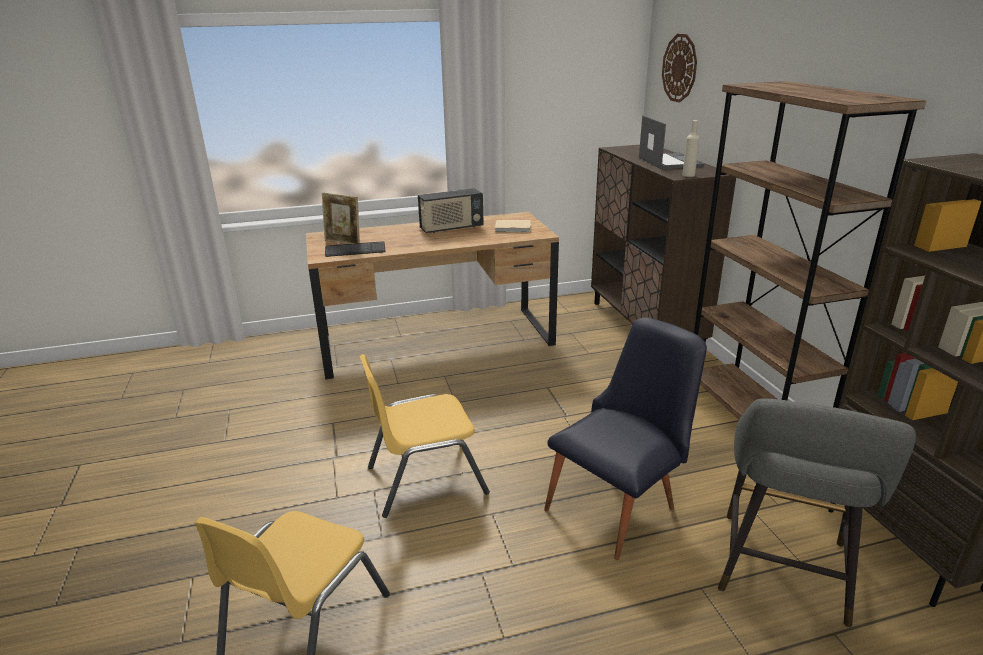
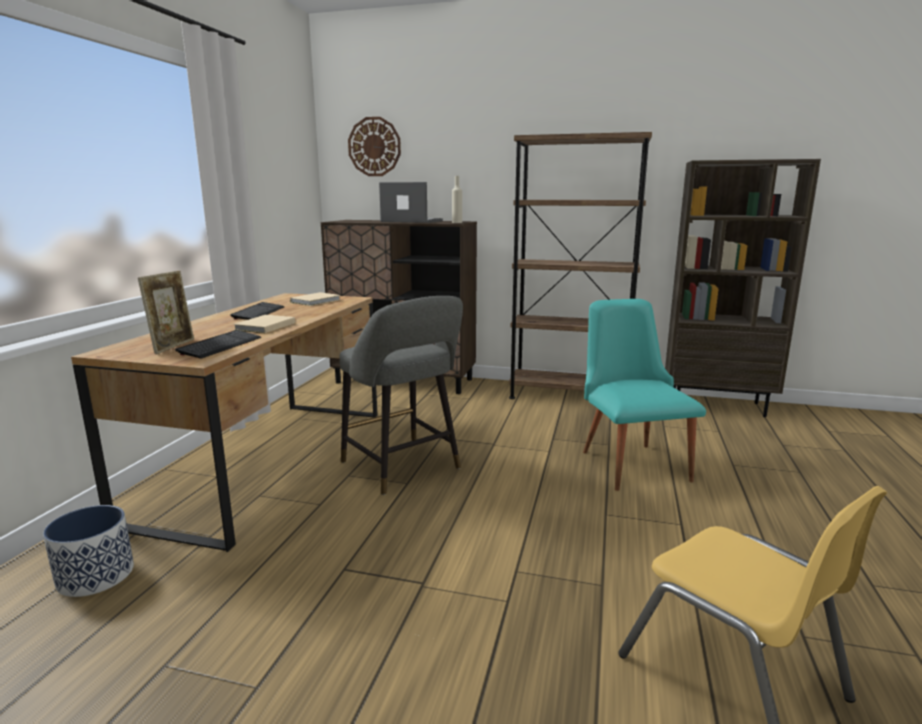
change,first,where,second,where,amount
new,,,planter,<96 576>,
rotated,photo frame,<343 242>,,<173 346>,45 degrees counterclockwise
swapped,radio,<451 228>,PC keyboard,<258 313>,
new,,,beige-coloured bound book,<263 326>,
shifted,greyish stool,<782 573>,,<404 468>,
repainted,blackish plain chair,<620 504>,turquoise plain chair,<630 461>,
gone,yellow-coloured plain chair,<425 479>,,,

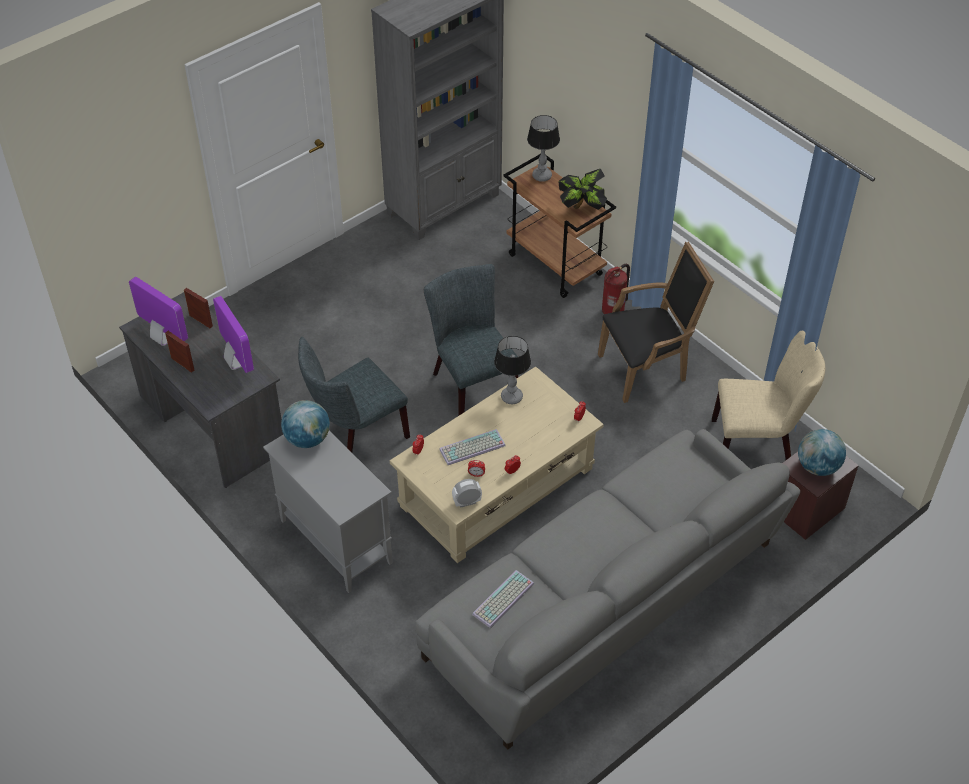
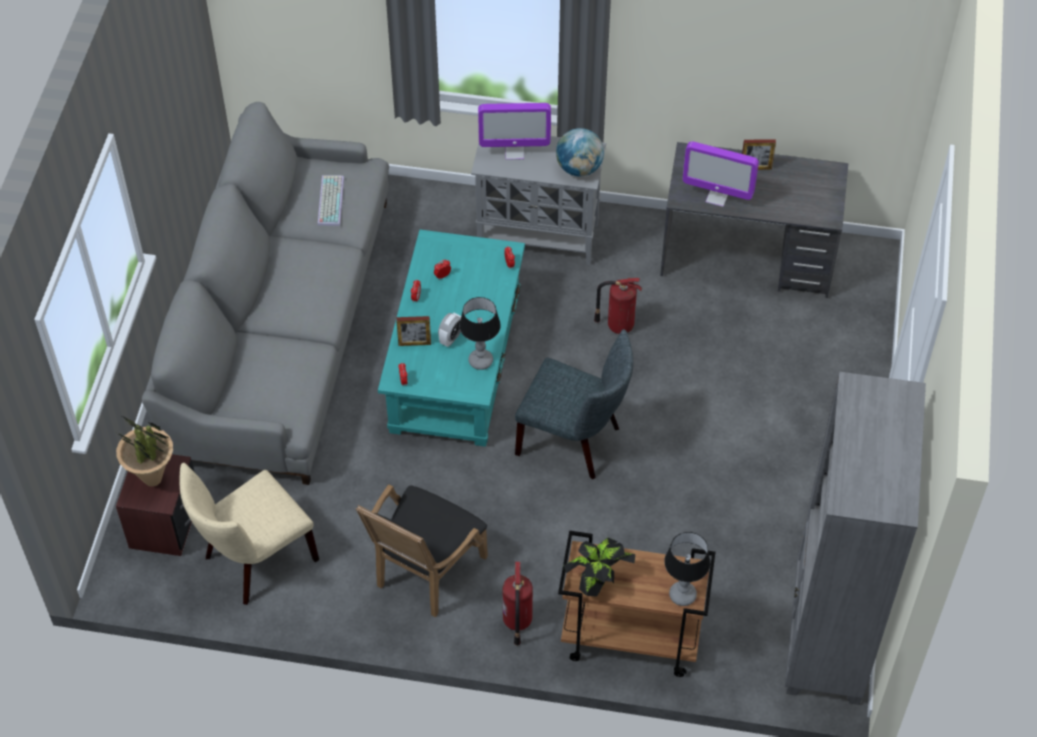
change,first,where,second,where,amount
swapped,world globe,<817 466>,plant in a pot,<153 479>,
repainted,beige-coloured lounge table,<496 487>,turquoise lounge table,<456 361>,
shifted,photo frame,<201 321>,,<414 343>,
shifted,alarm clock,<467 502>,,<451 338>,
shifted,computer screen,<163 338>,,<514 152>,
swapped,greyish plain chair,<356 437>,extinguisher,<618 325>,
gone,PC keyboard,<472 449>,,,

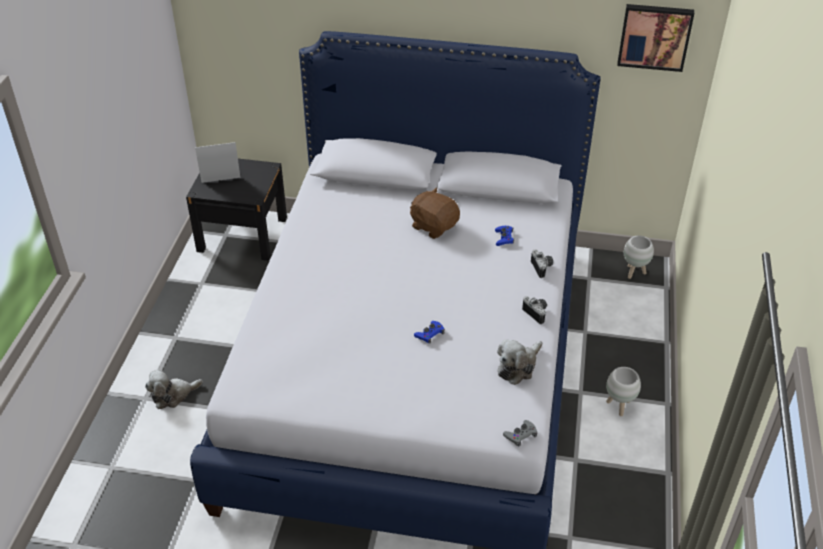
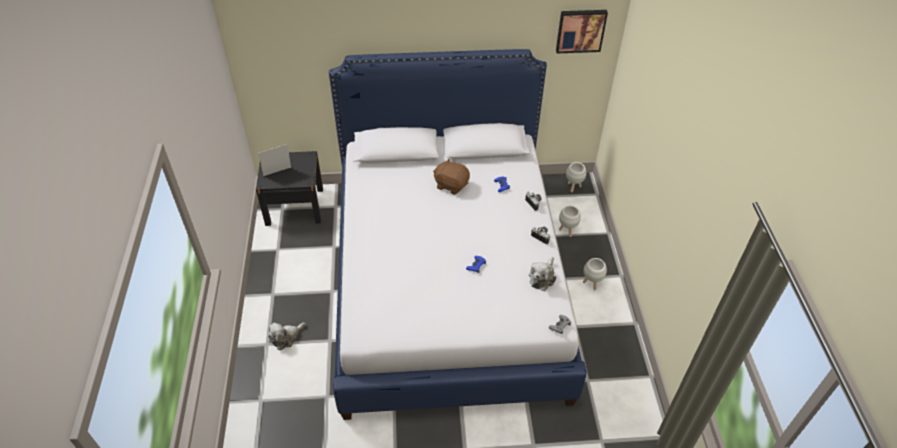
change,first,where,second,where,amount
new,,,white-coloured planter,<567 231>,

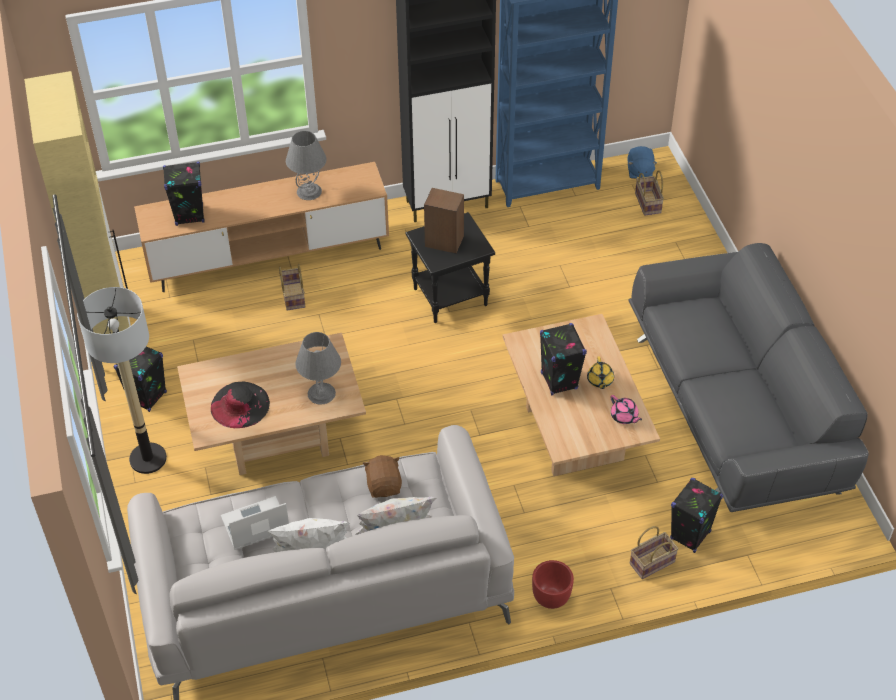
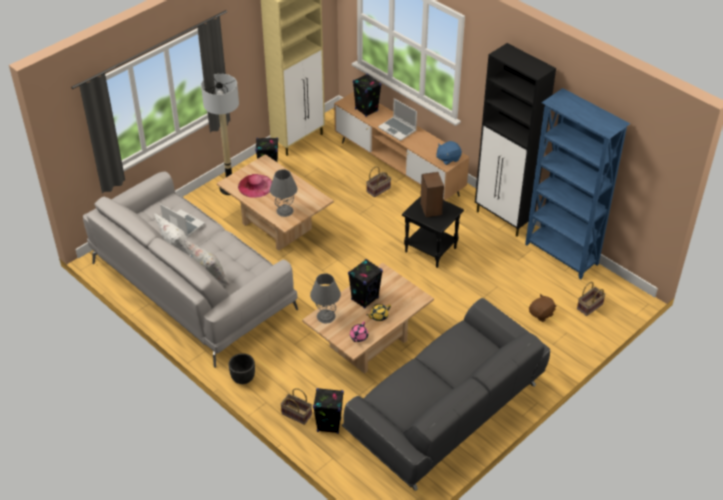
change,first,where,second,where,amount
repainted,red planter,<551 598>,blackish planter,<242 378>,
repainted,blackish clothing hat,<240 405>,pinkish clothing hat,<255 186>,
shifted,greyish table lamp,<309 191>,,<325 316>,
new,,,notebook computer,<398 129>,
shifted,bluish soft toy,<639 171>,,<448 158>,
shifted,brown soft toy,<384 485>,,<541 314>,

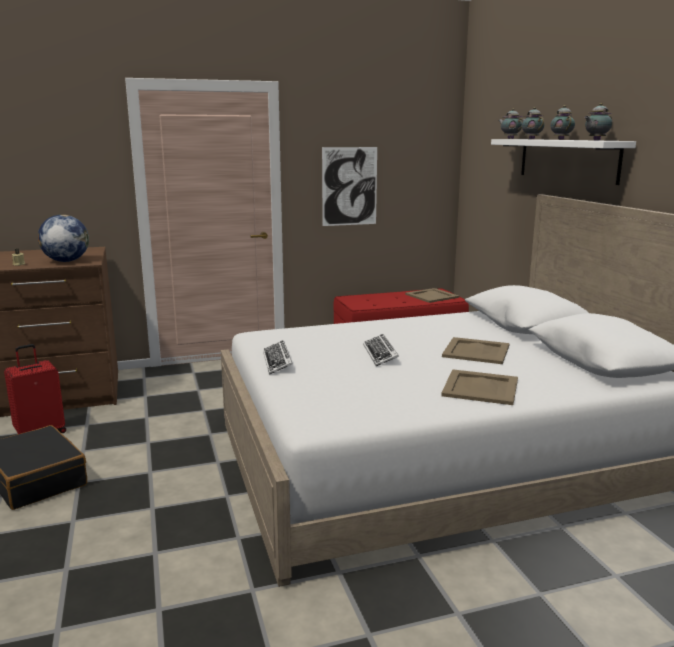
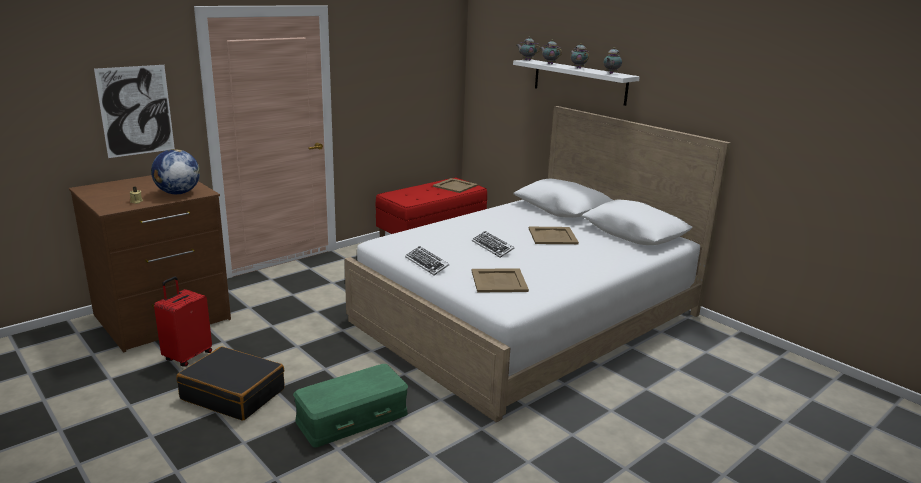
change,first,where,second,where,amount
shifted,wall picture,<349 186>,,<136 111>,
new,,,green-coloured storage bin,<352 418>,
shifted,beige-coloured carrying tray,<481 388>,,<499 281>,

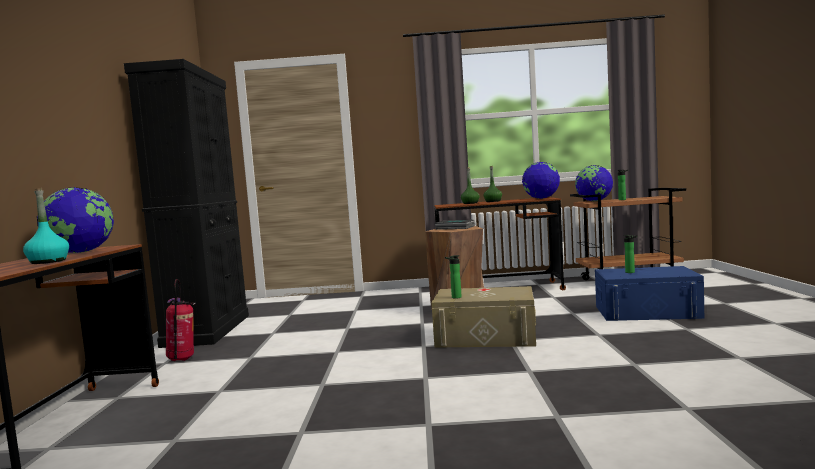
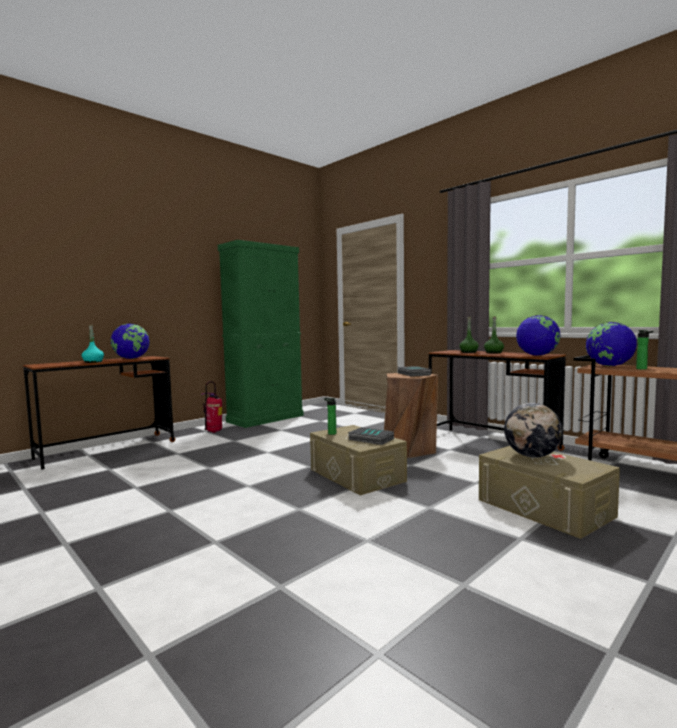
change,first,where,second,where,amount
repainted,blackish storage cabinet,<208 330>,green-coloured storage cabinet,<266 418>,
new,,,bound book,<370 439>,
repainted,bluish storage bin,<646 312>,beige-coloured storage bin,<544 508>,
swapped,bottle,<631 272>,world globe,<532 456>,

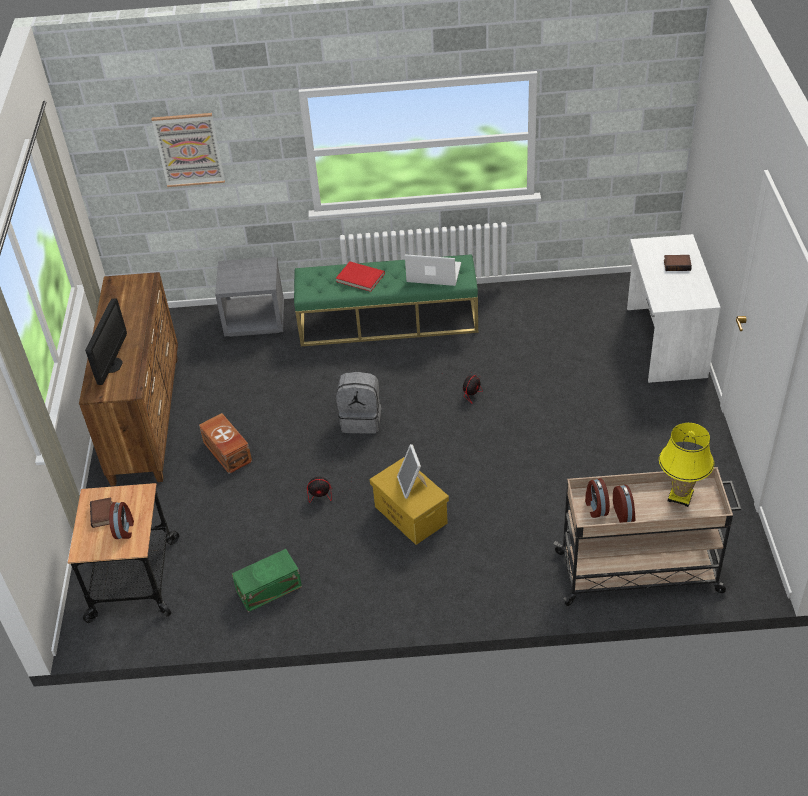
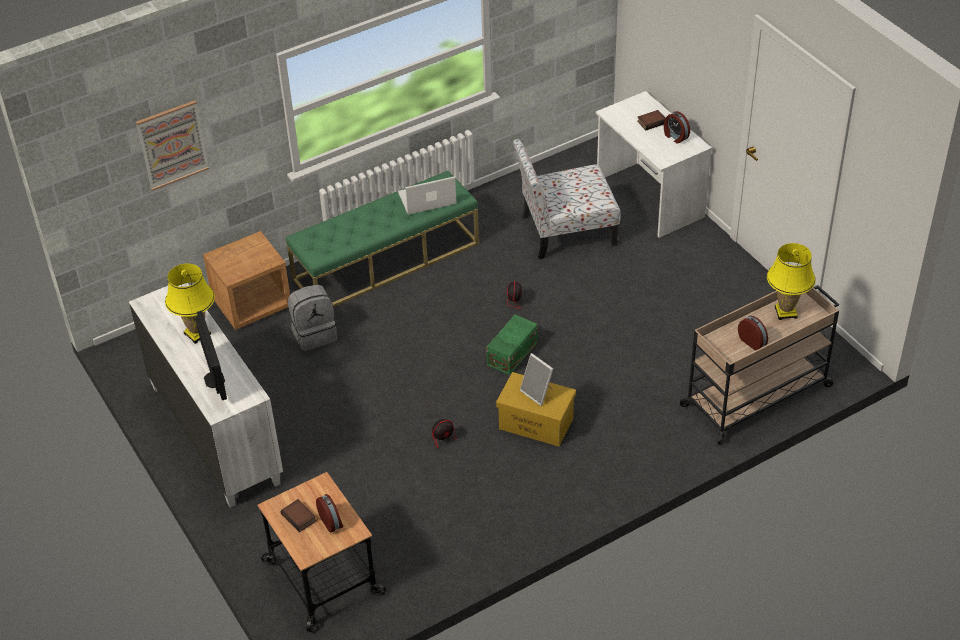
change,first,where,second,where,amount
repainted,brown drawer chest,<147 418>,white-coloured drawer chest,<215 433>,
new,,,yellow-coloured table lamp,<197 334>,
repainted,greyish night table,<255 320>,brown night table,<252 304>,
shifted,greyish backpack,<361 420>,,<314 334>,
shifted,green-coloured storage bin,<267 588>,,<511 354>,
new,,,plain chair,<565 231>,
shifted,alarm clock,<595 507>,,<675 137>,
gone,brown storage bin,<227 453>,,,
gone,red bound book,<360 278>,,,

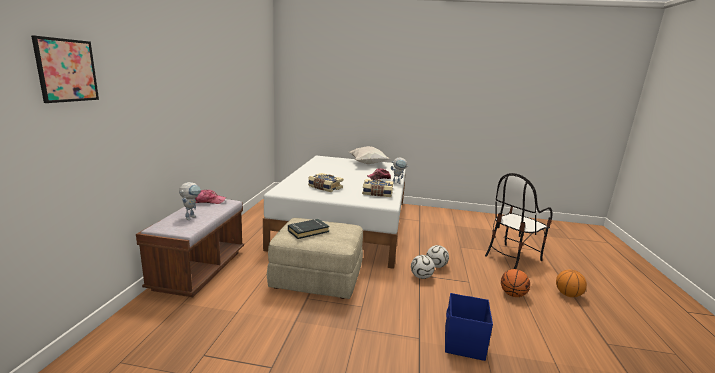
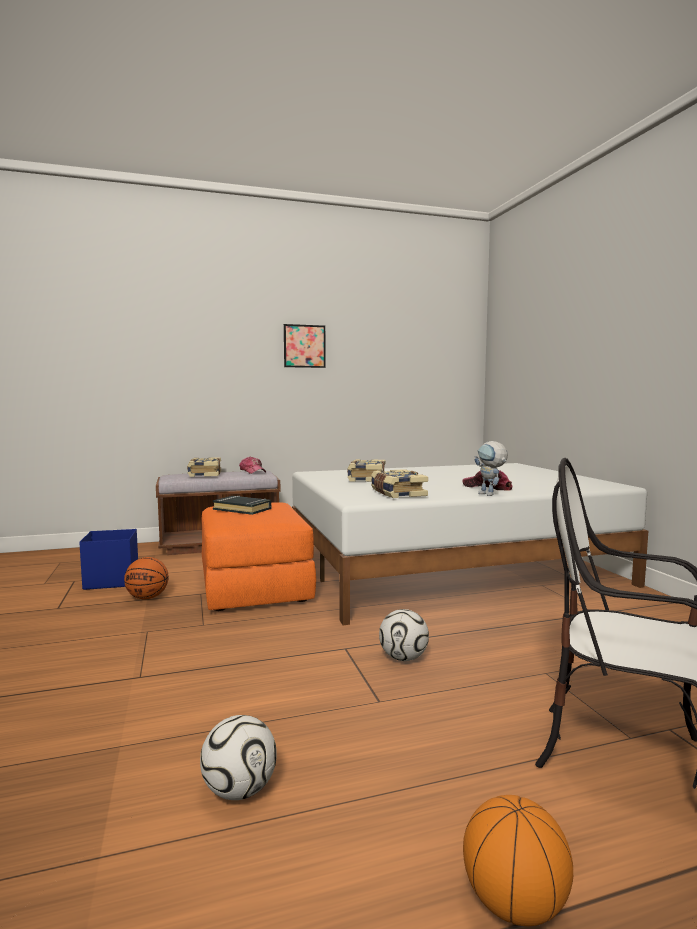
change,first,where,second,where,amount
shifted,bluish storage bin,<463 343>,,<111 581>,
shifted,ball for basketball,<512 294>,,<147 597>,
swapped,robot figure,<191 216>,bound book,<204 474>,
shifted,ball for football,<421 277>,,<239 790>,
repainted,beige-coloured pouffe,<318 278>,orange-coloured pouffe,<256 588>,
shifted,wall picture,<67 70>,,<304 346>,
gone,white-coloured throw pillow,<368 164>,,,

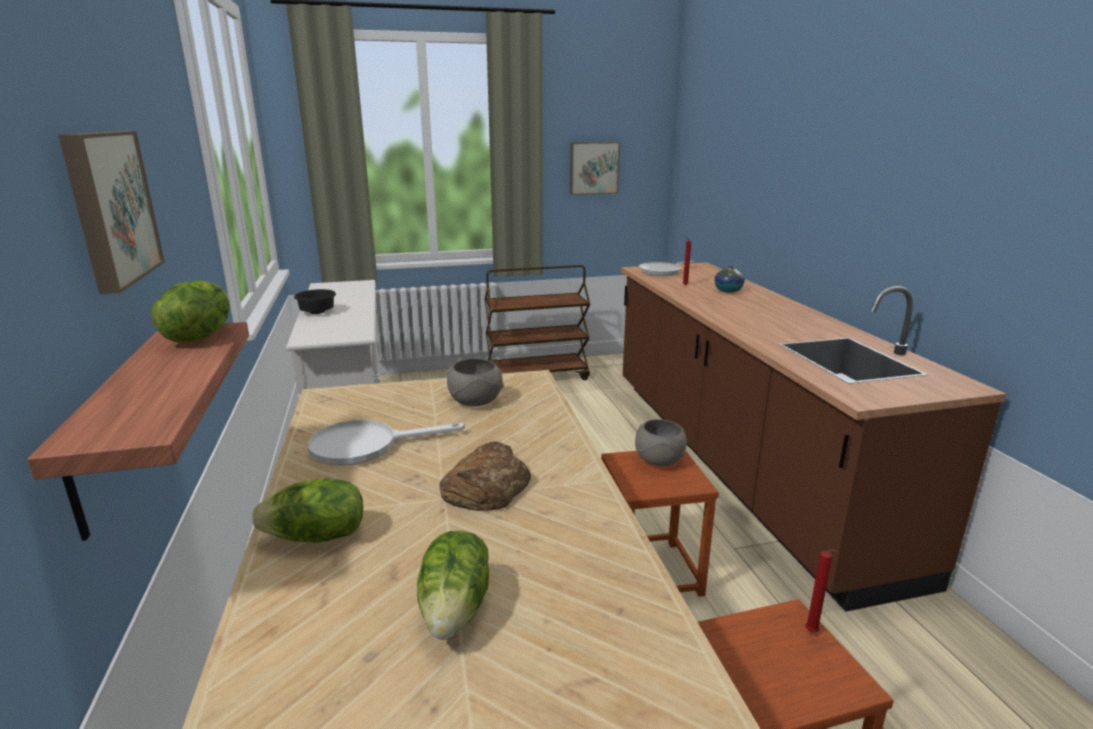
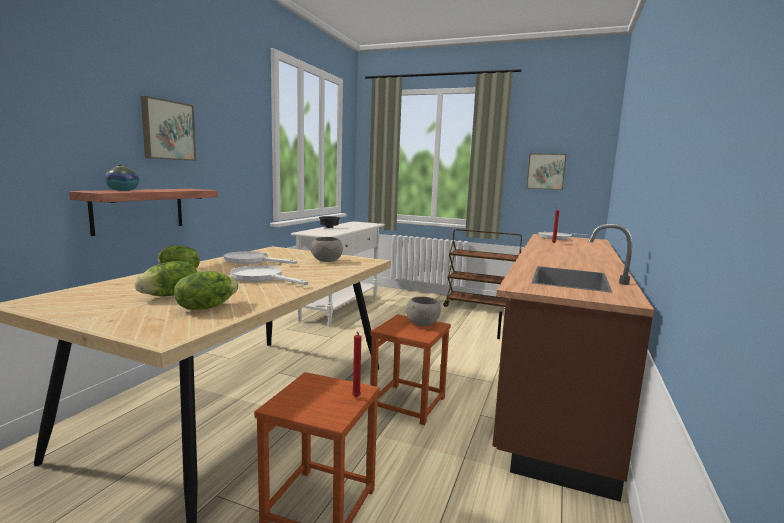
change,first,where,second,where,amount
shifted,flower vase,<728 291>,,<123 190>,
shifted,lettuce head,<199 336>,,<206 307>,
swapped,baked bread,<486 487>,white-coloured skillet,<262 278>,

